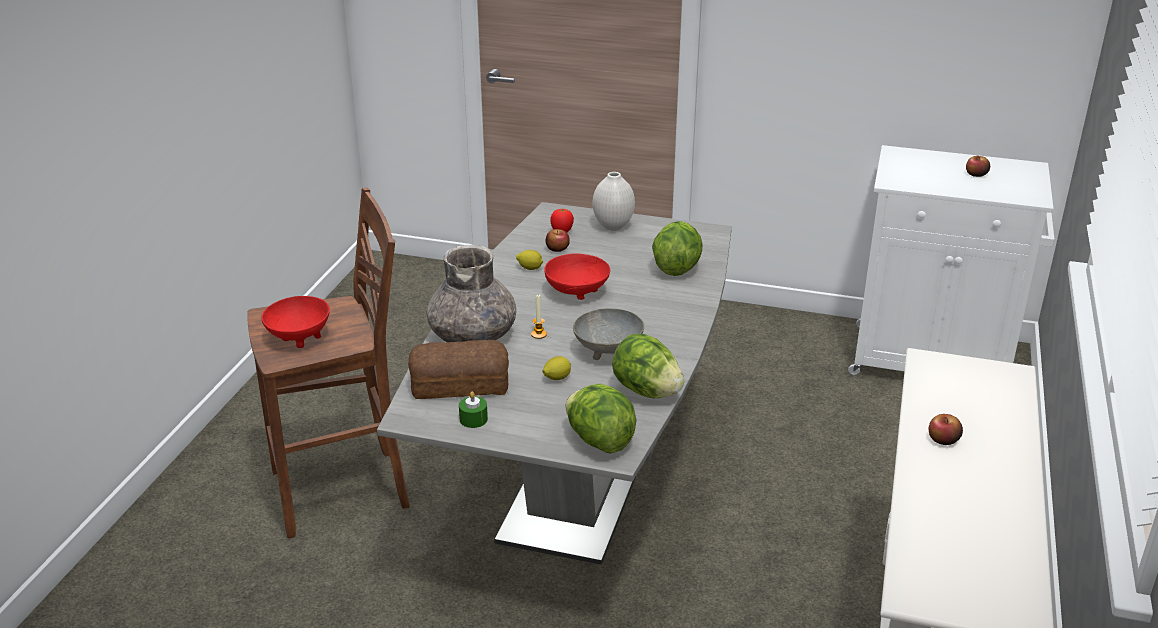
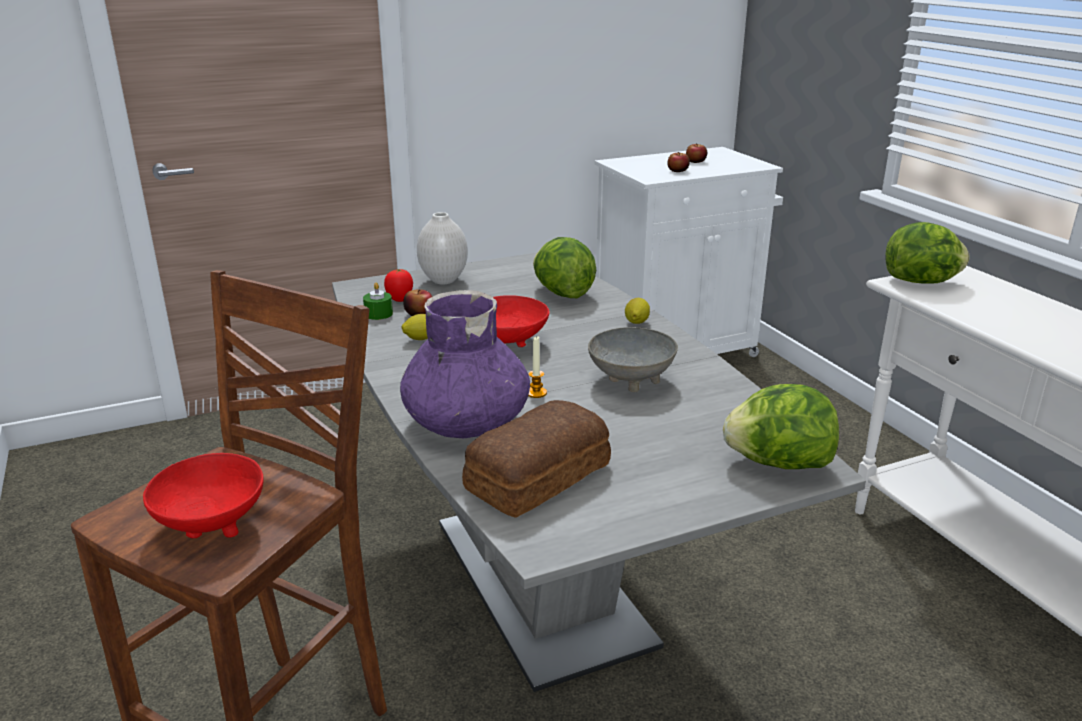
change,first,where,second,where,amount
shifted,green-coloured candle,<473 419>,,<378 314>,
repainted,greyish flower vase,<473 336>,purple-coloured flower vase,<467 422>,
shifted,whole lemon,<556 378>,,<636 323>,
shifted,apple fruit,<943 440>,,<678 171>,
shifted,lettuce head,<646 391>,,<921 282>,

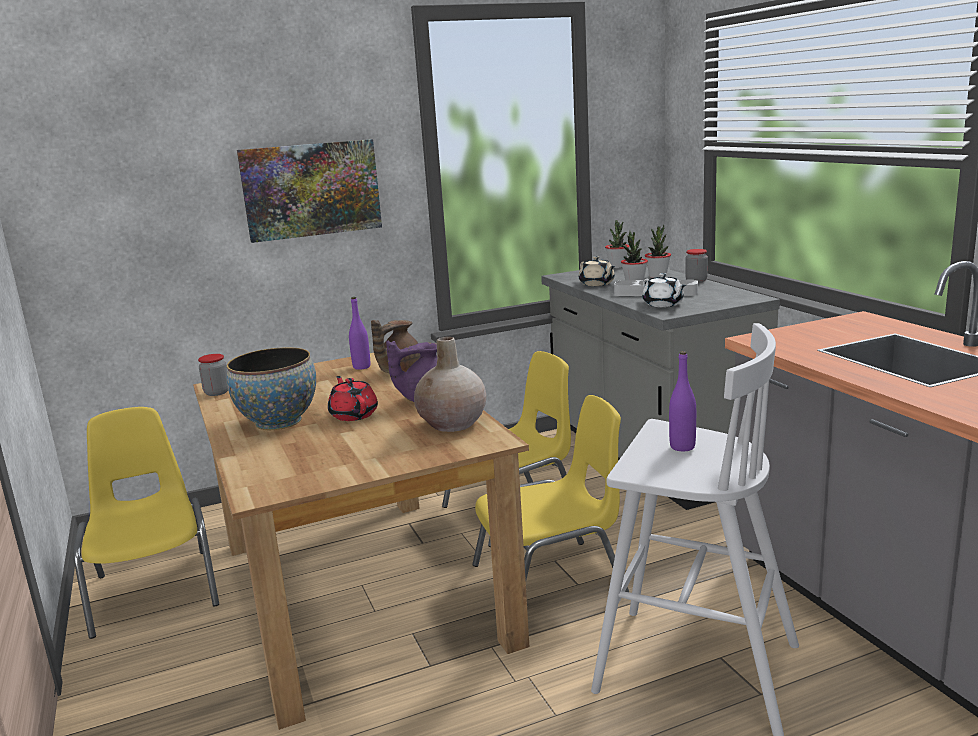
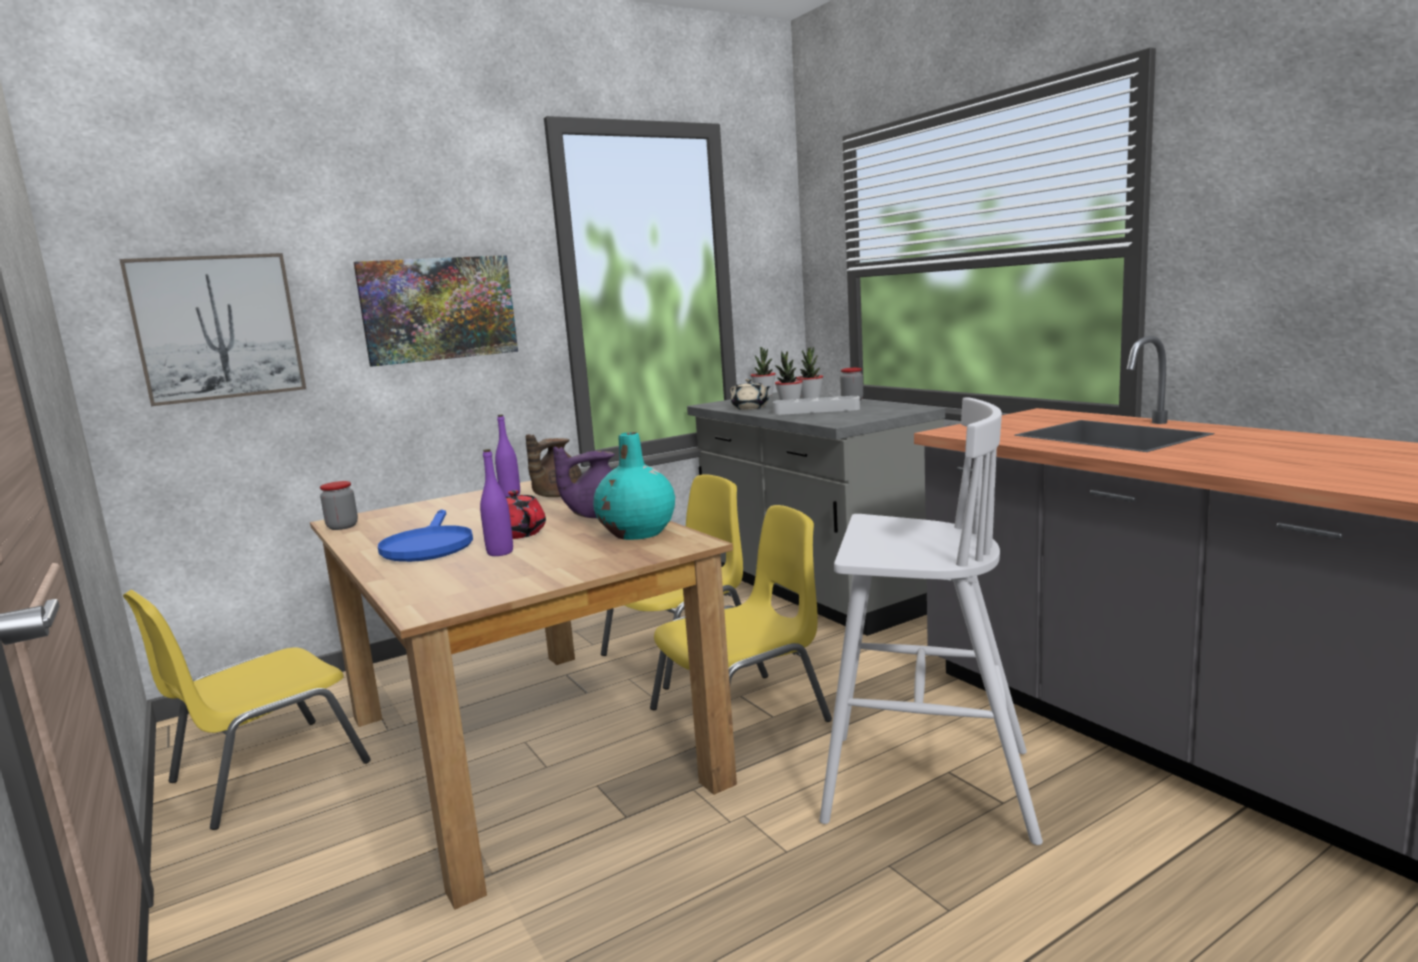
change,first,where,second,where,amount
new,,,wall picture,<217 328>,
rotated,yellow-coloured plain chair,<155 590>,,<266 772>,105 degrees counterclockwise
swapped,serving bowl,<278 422>,bluish skillet,<428 546>,
shifted,purple-coloured bottle,<682 447>,,<500 552>,
repainted,beige-coloured flower vase,<452 424>,turquoise flower vase,<638 533>,
gone,white-coloured pot for tea,<663 304>,,,

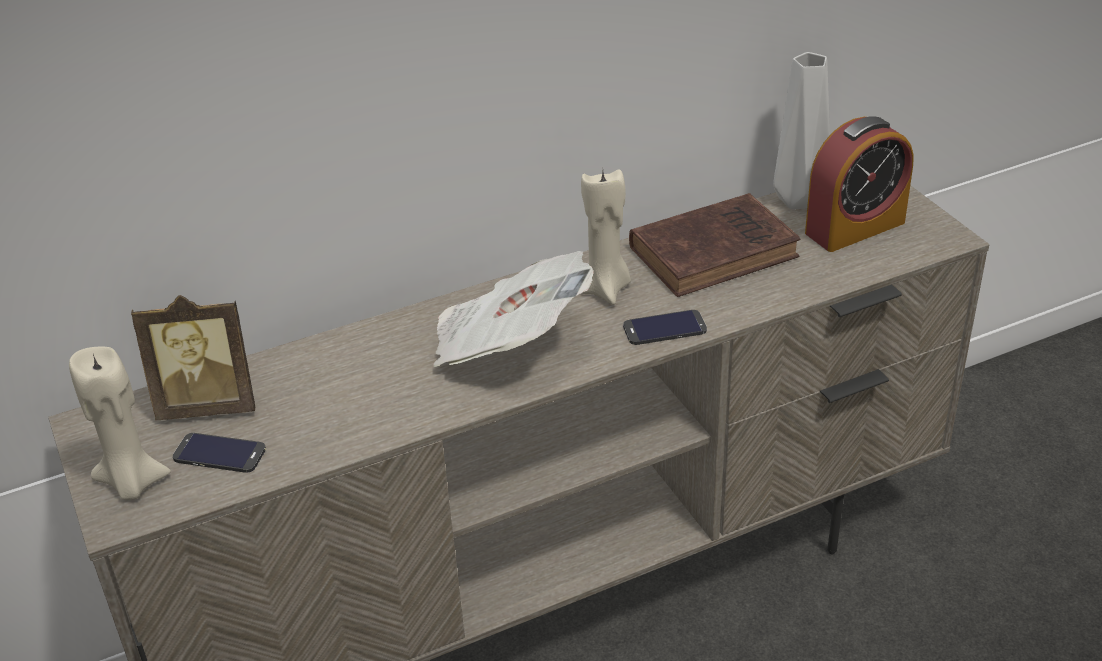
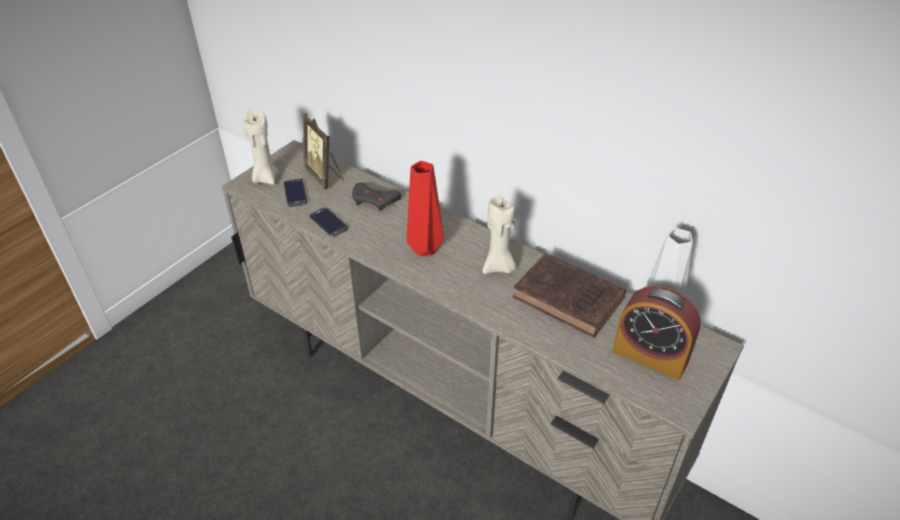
change,first,where,second,where,amount
shifted,telephone,<664 328>,,<328 222>,
new,,,greyish game controller,<374 200>,
swapped,printed paper,<509 344>,red flower vase,<426 249>,

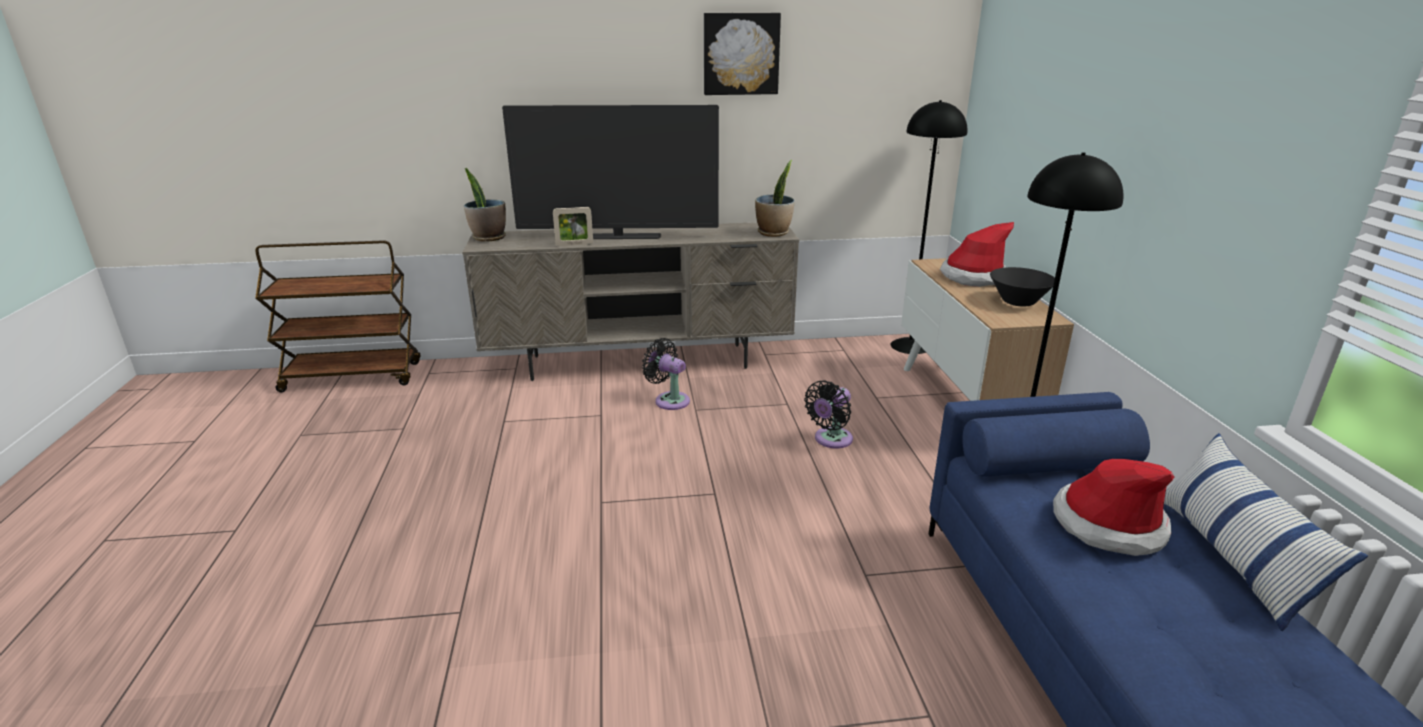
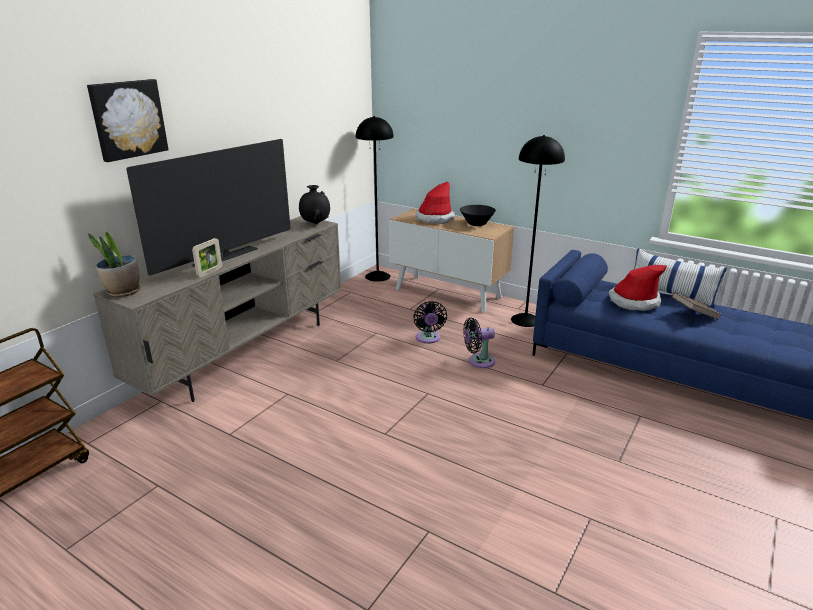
change,first,where,second,where,amount
shifted,wall picture,<740 54>,,<128 119>,
swapped,plant in a pot,<773 233>,blackish flower vase,<315 224>,
shifted,blackish cooling fan,<669 400>,,<478 361>,
new,,,brown bound book,<693 315>,

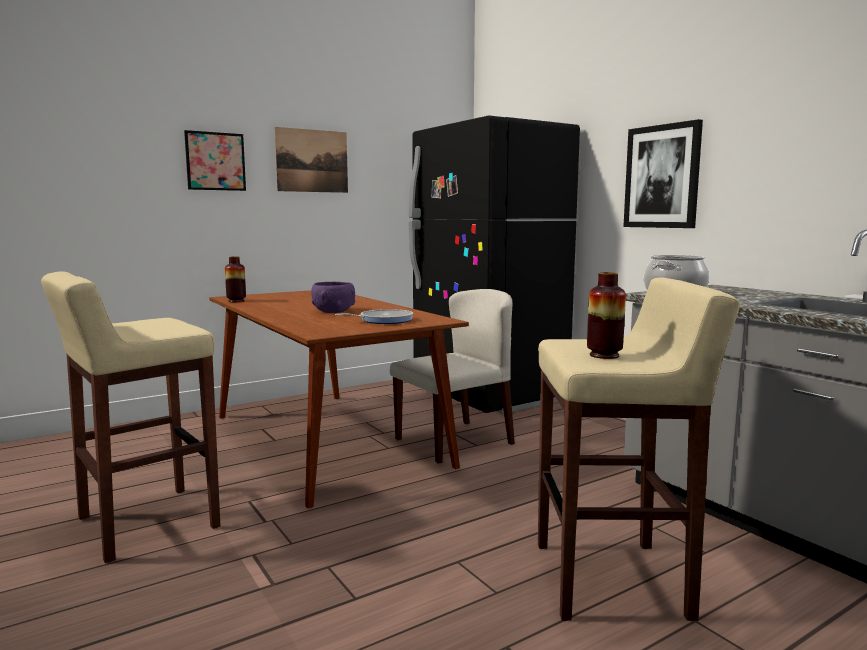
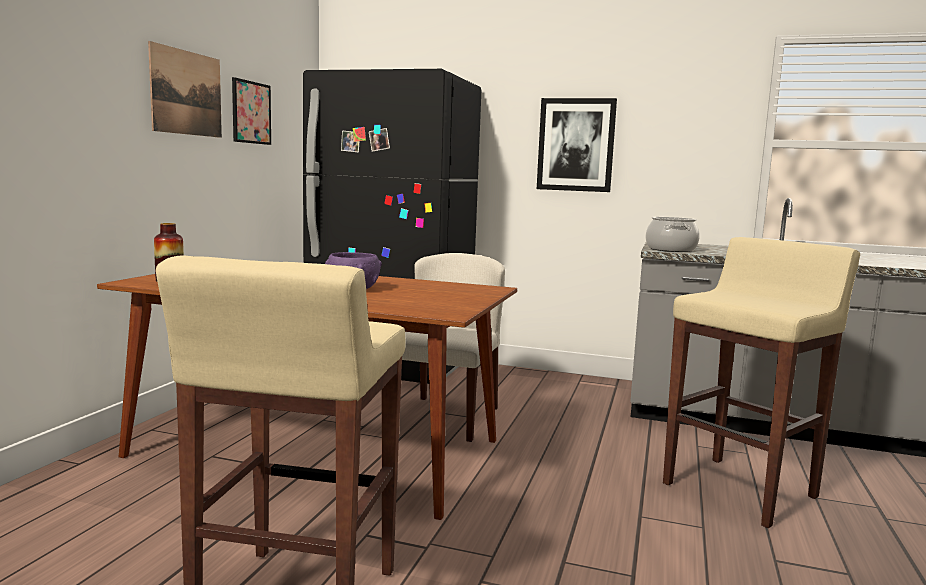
change,first,where,second,where,amount
shifted,wall picture,<215 161>,,<251 112>,
gone,skillet,<383 320>,,,
gone,flower vase,<604 355>,,,

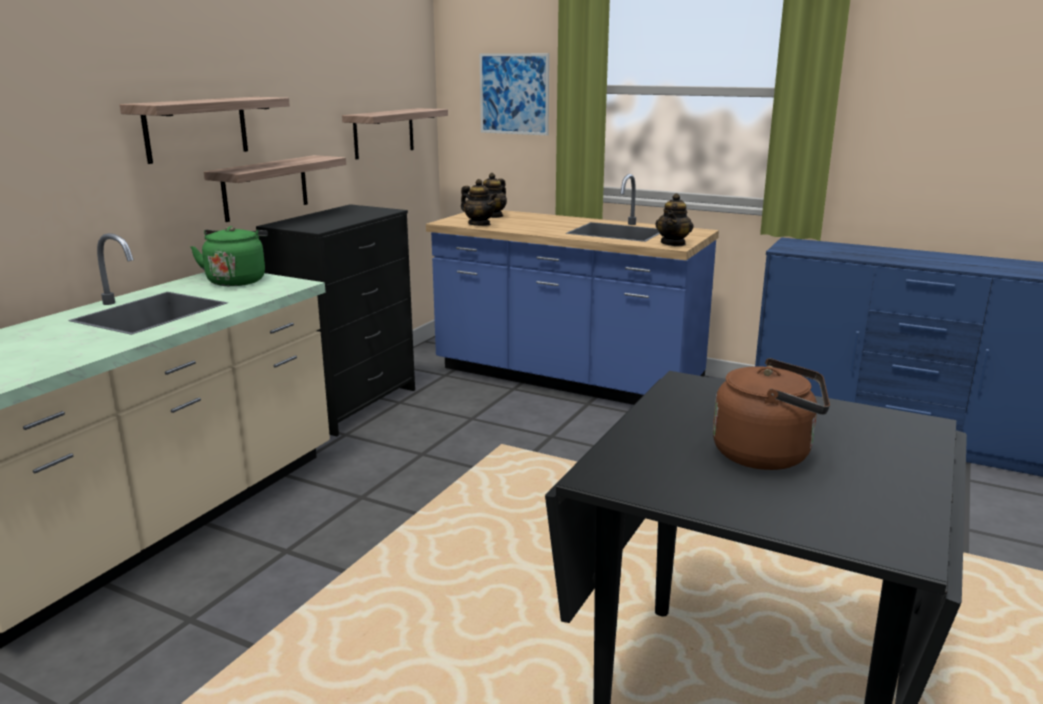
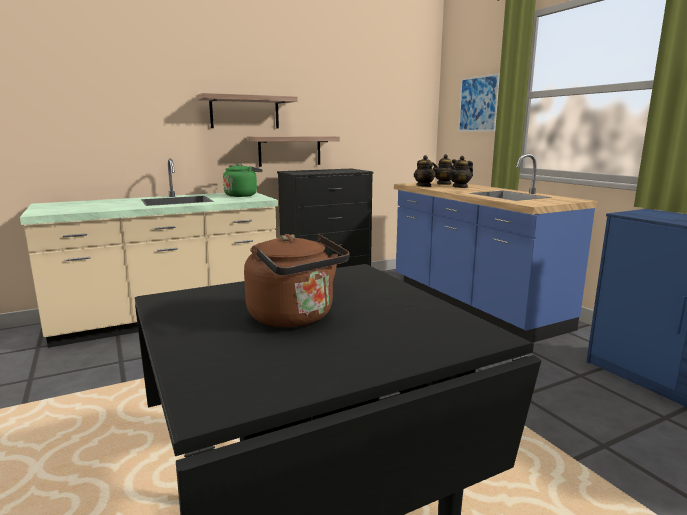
change,first,where,second,where,amount
shifted,pot for tea,<673 243>,,<460 187>,
gone,shelf,<384 133>,,,

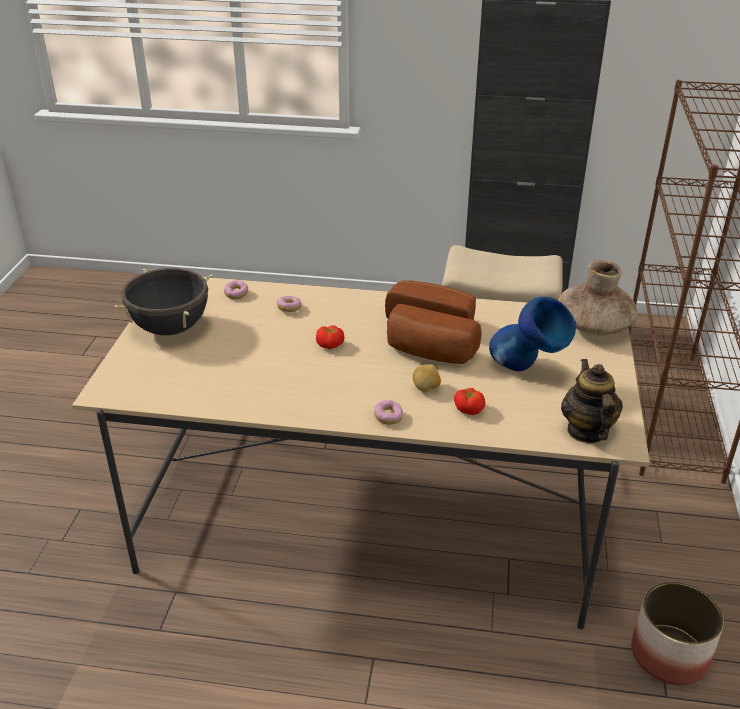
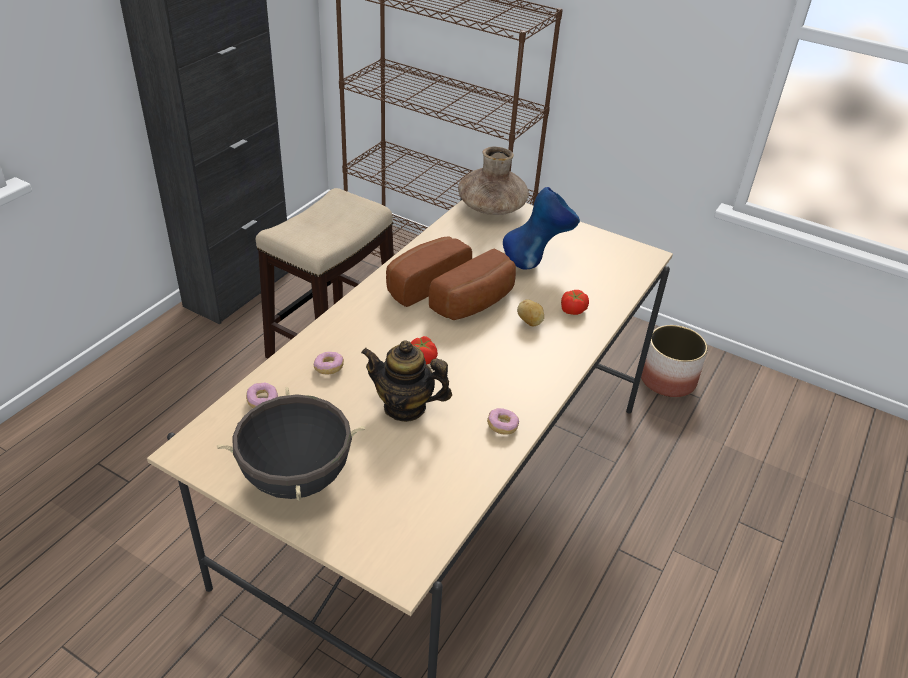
change,first,where,second,where,amount
shifted,pot for tea,<587 431>,,<405 407>,
shifted,ring doughnut,<388 417>,,<502 426>,

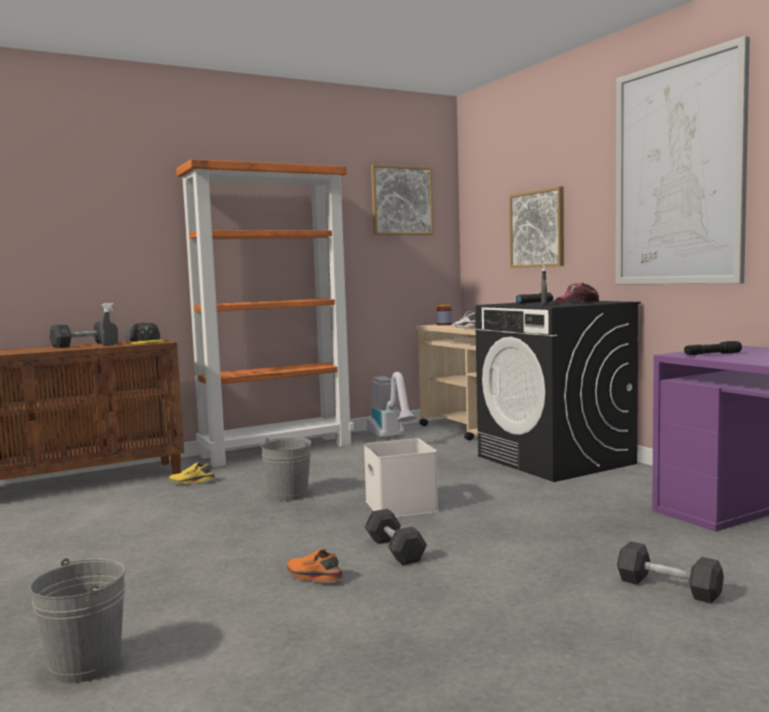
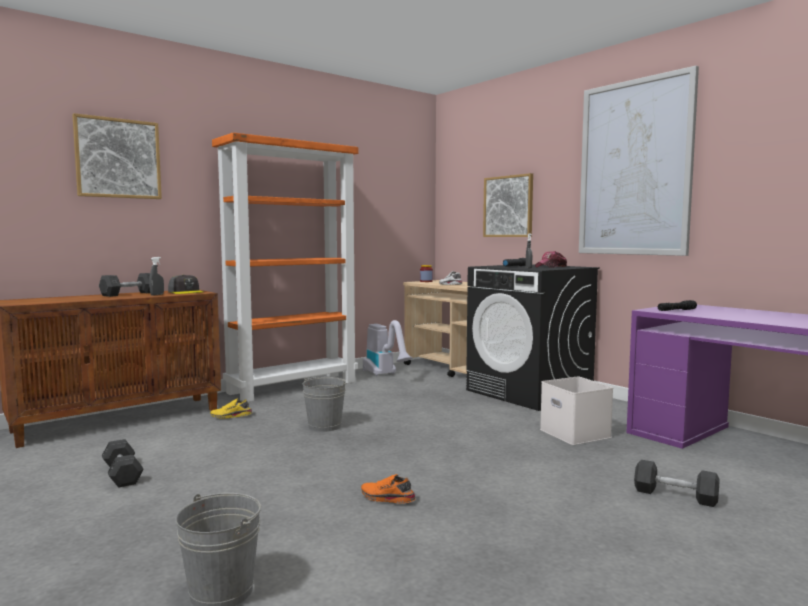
change,first,where,second,where,amount
shifted,wall picture,<401 201>,,<118 158>,
shifted,greyish free weight,<395 550>,,<122 474>,
shifted,white-coloured storage bin,<402 506>,,<576 433>,

